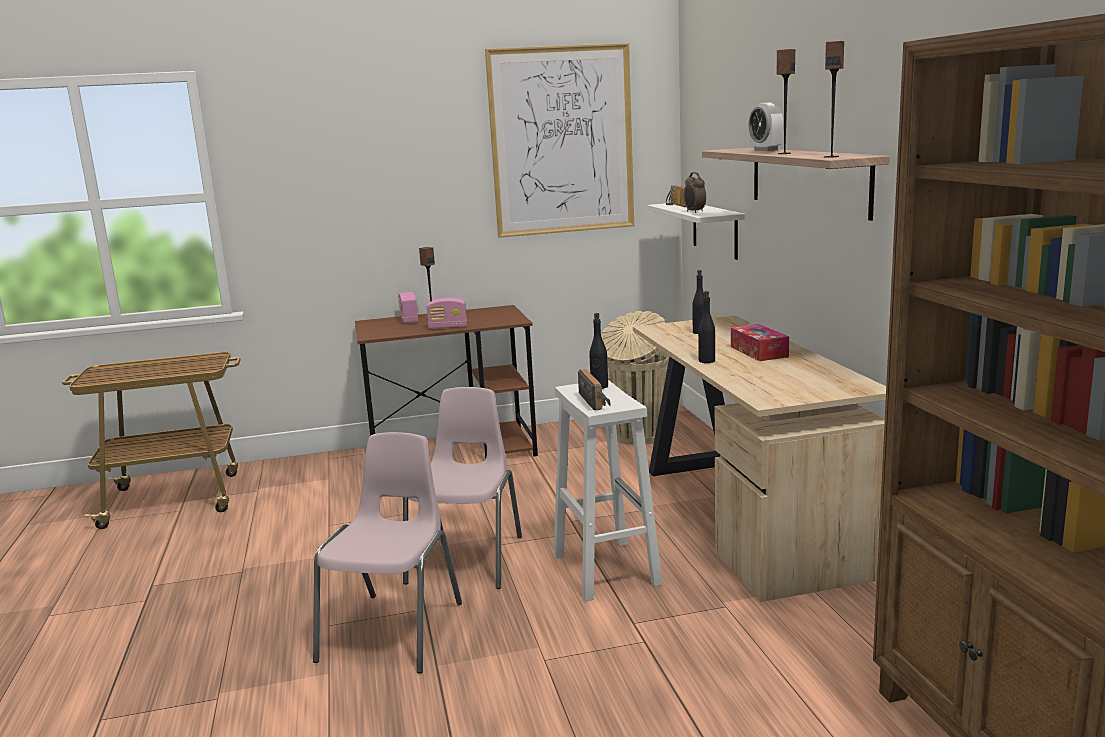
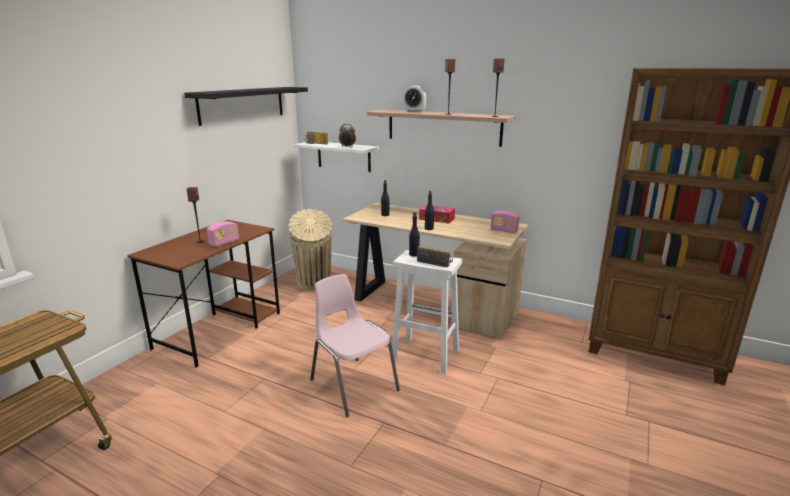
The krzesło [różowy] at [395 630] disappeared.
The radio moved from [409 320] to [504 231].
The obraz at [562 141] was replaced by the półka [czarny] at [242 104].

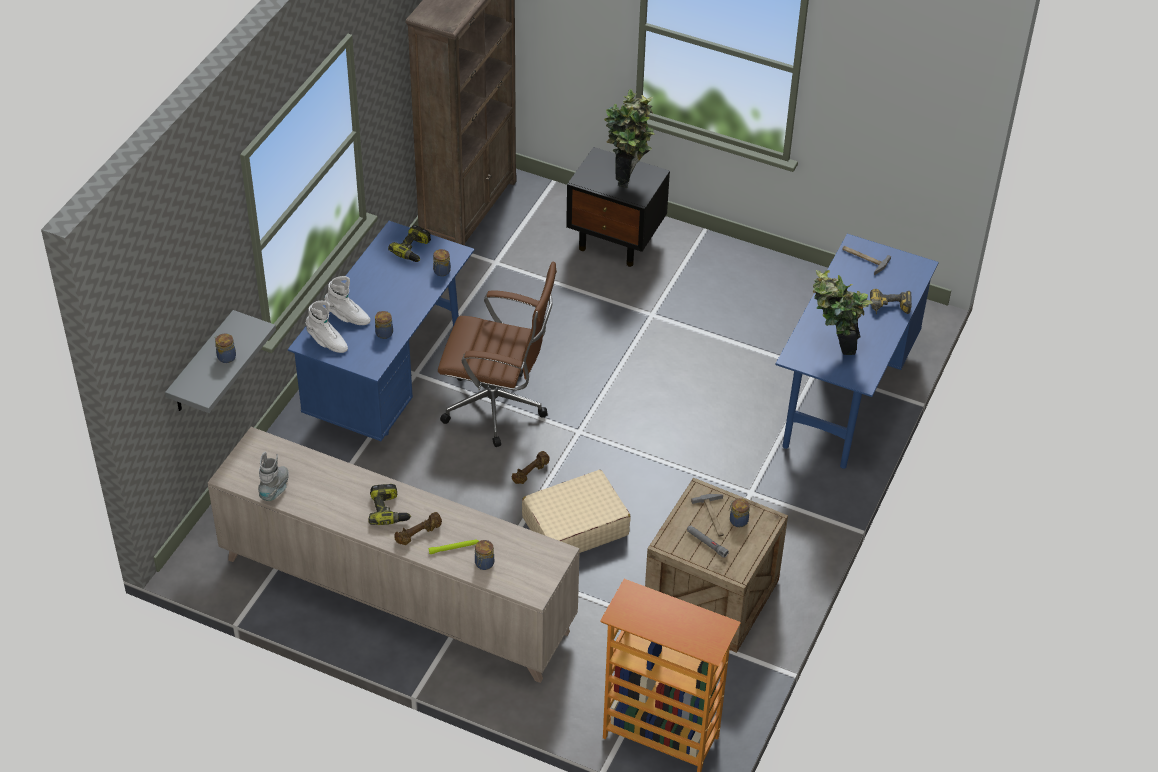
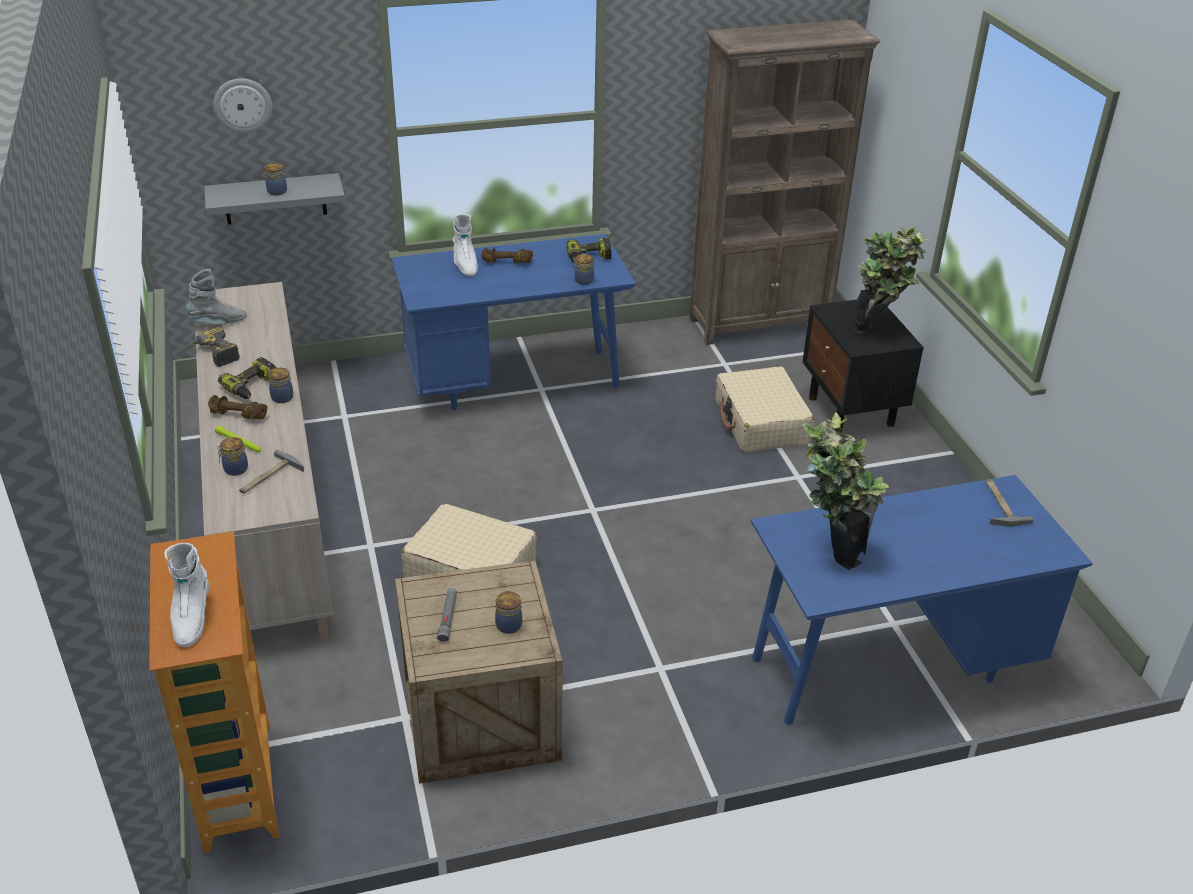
The but z cholewką [biały] moved from [327 342] to [191 618].
The słoik moved from [384 333] to [283 397].
The krzesło biurowe [brązowy] at [499 408] disappeared.
The hantel [brązowy] moved from [531 473] to [507 263].
The młotek moved from [714 517] to [268 477].
The wiertarka moved from [889 309] to [213 354].
The zegar ścienny at [242 105] appeared.
The walizka [beżowy] at [761 422] appeared.

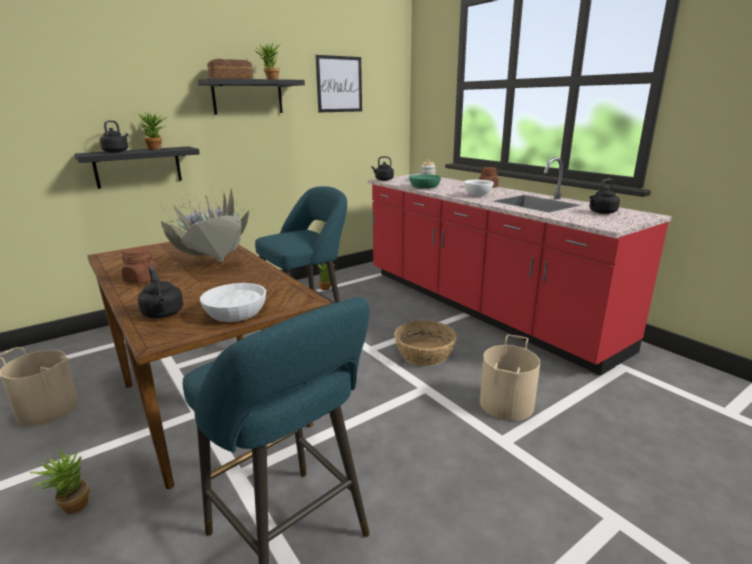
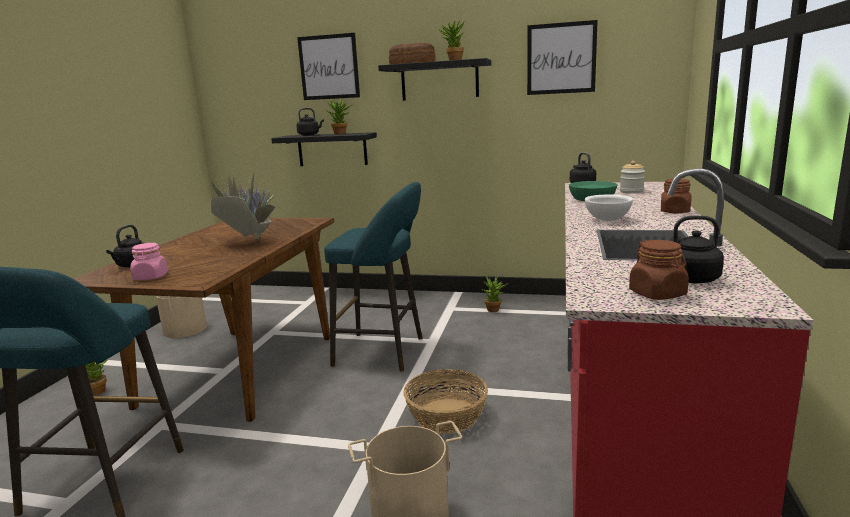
The słoik [brązowy] moved from [142 280] to [657 294].
The miska [biały] at [235 313] was replaced by the słoik [różowy] at [151 277].
The obraz at [329 67] appeared.

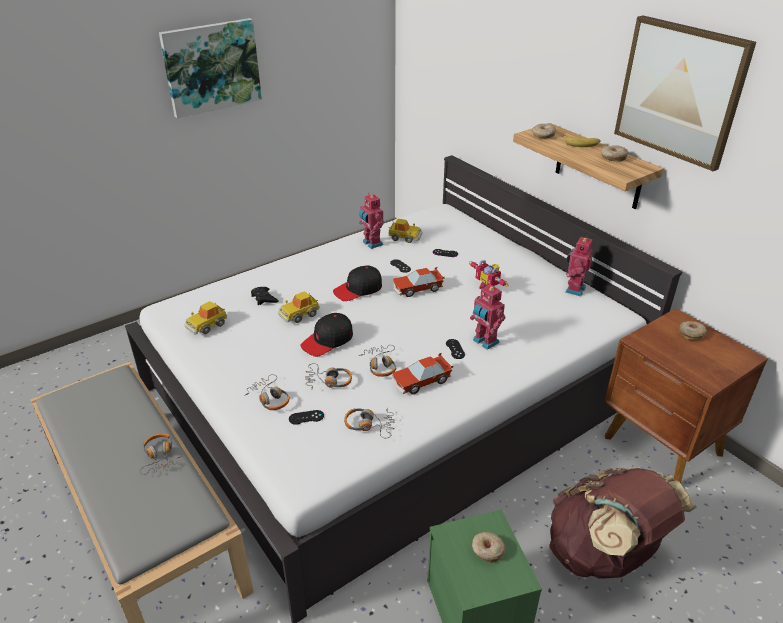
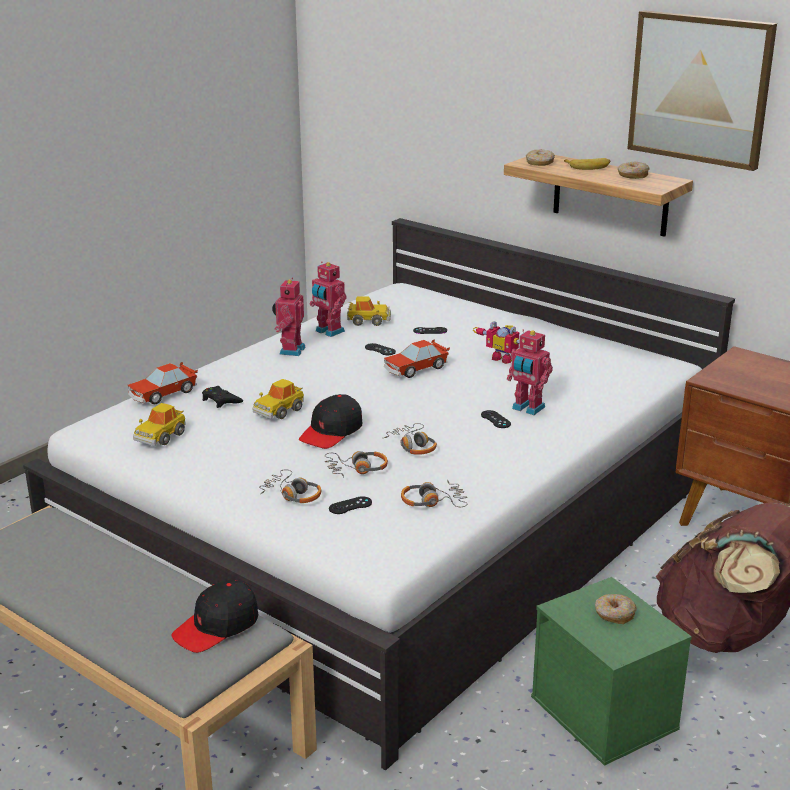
The słuchawki at [160 457] disappeared.
The obraz at [211 67] disappeared.
The czapka z daszkiem [czarny] moved from [358 289] to [217 626].
The samochodzik moved from [421 381] to [163 394].
The robot zabawkowy moved from [573 289] to [290 350].
The donut at [691 334] disappeared.

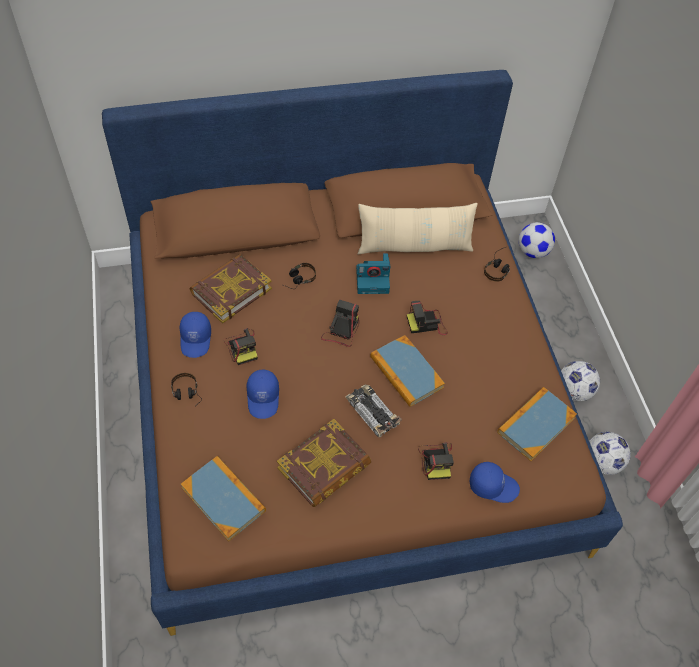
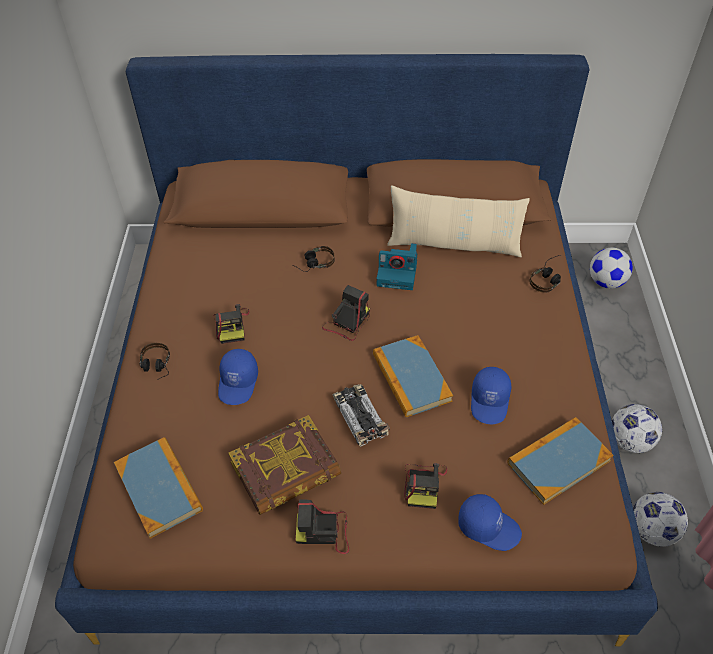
The czapka z daszkiem [niebieski] moved from [196 339] to [490 401].
The książka at [231 291] disappeared.
The aparat fotograficzny moved from [427 324] to [324 531].

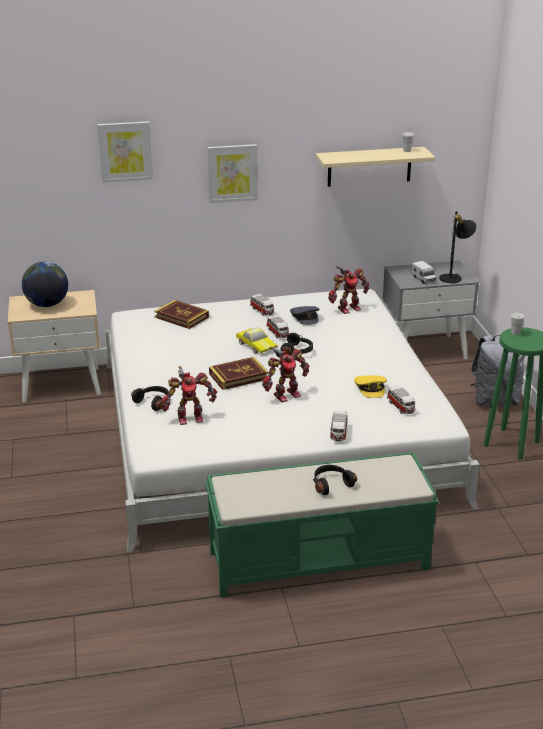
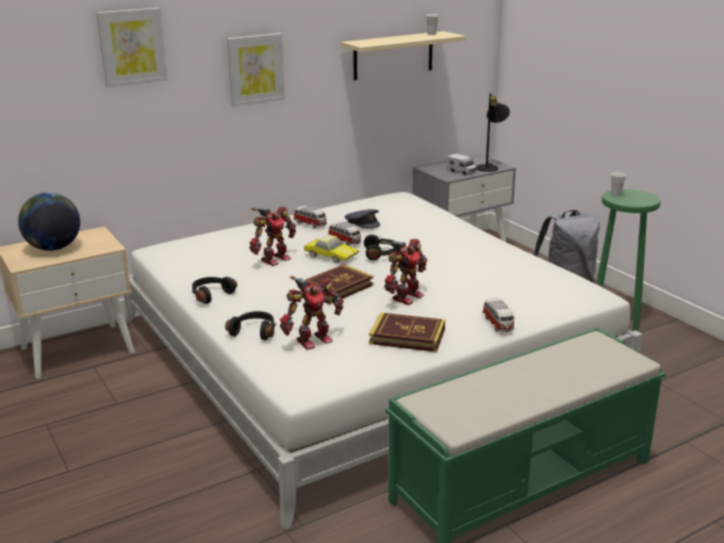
The książka moved from [181 317] to [407 336].
The słuchawki [czarny] moved from [331 484] to [211 295].
The robot zabawkowy moved from [348 308] to [274 259].
The czapka z daszkiem [żółty] at [370 388] disappeared.
The samochodzik at [401 407] disappeared.

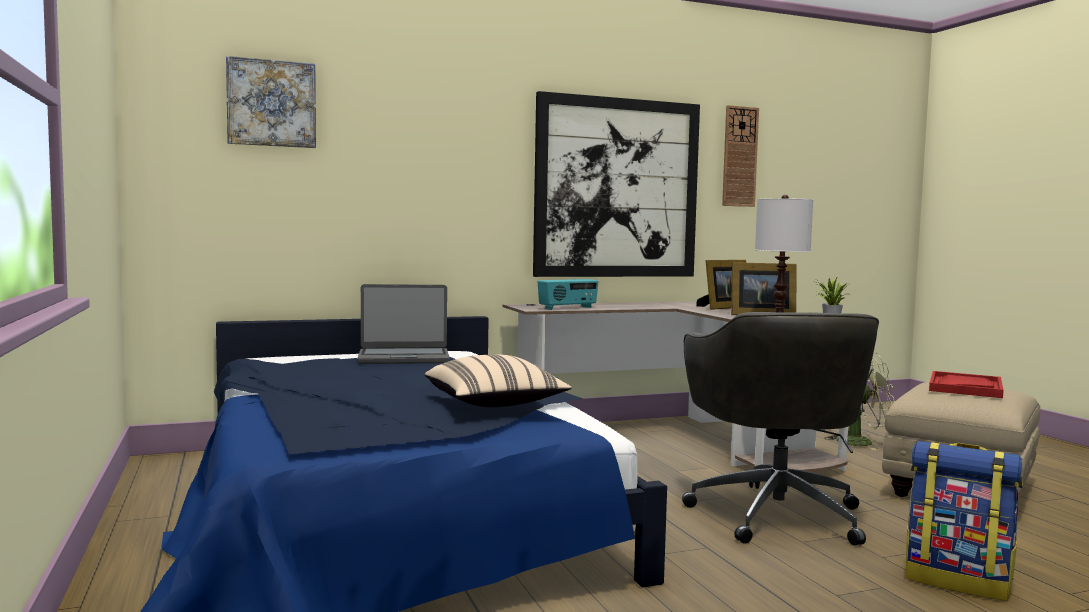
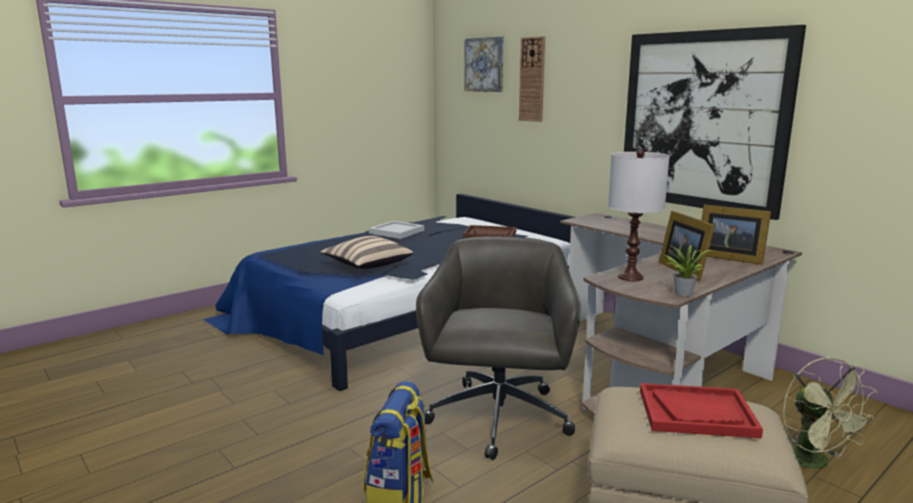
The laptop at [403 358] was replaced by the taca [brązowy] at [490 235].
The radio at [568 308] disappeared.
The krzesło biurowe [szary] at [775 513] turned 120 degrees clockwise.
The zegar ścienny moved from [739 156] to [532 79].
The taca [biały] at [395 232] appeared.

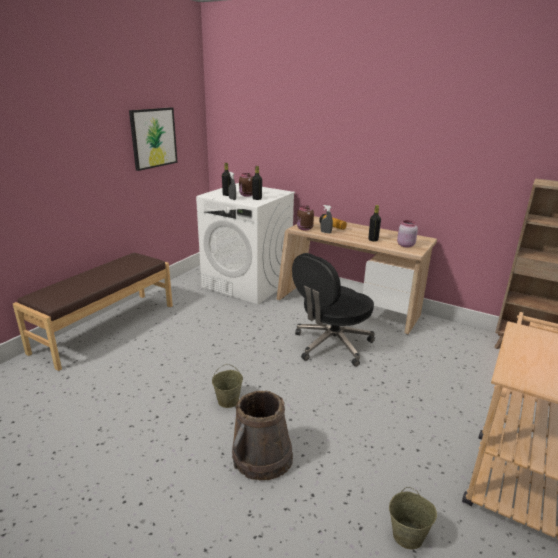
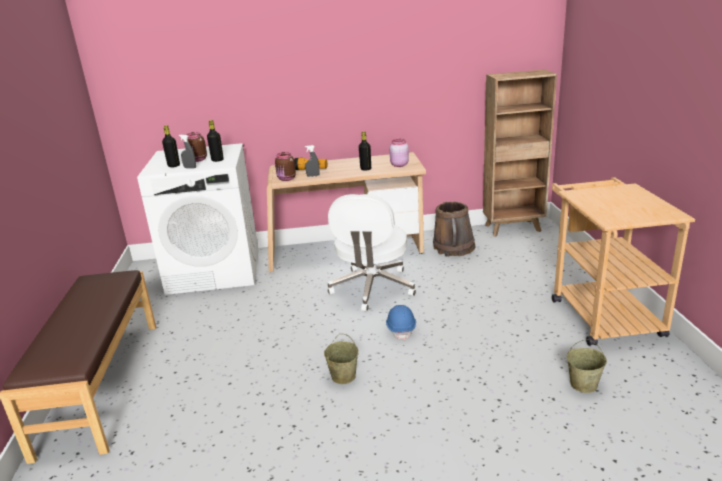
The obraz at [153 138] disappeared.
The wiadro [brązowy] moved from [262 457] to [453 248].
The krzesło biurowe [czarny] at [331 345] became the krzesło biurowe [biały] at [372 289].
The kask [niebieski] at [401 328] appeared.

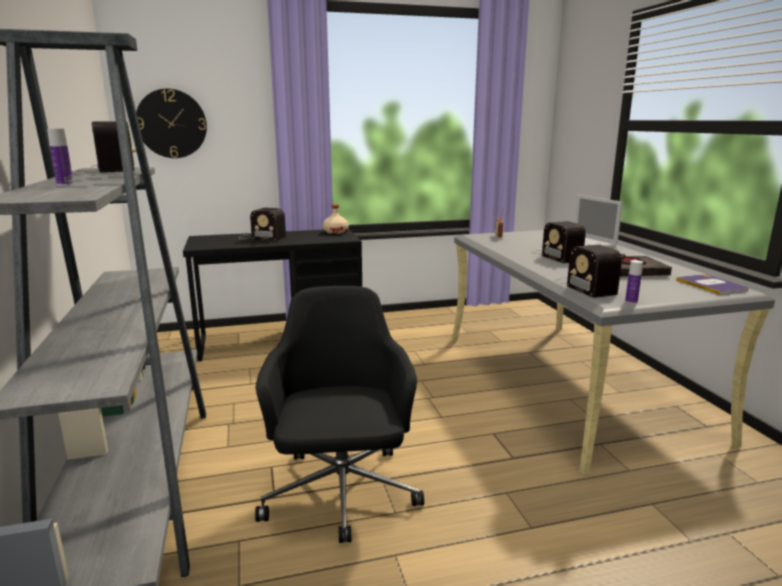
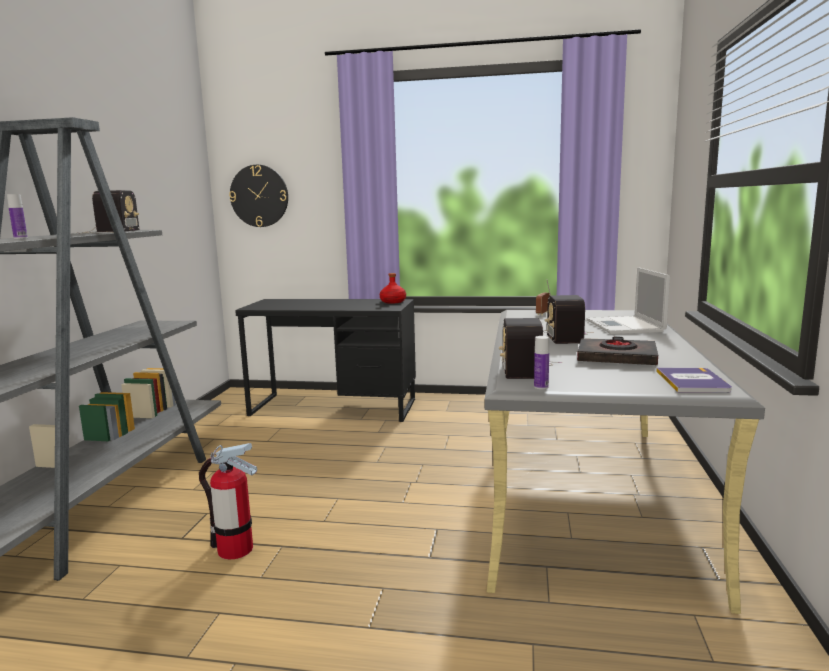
The radio at [261 237] disappeared.
The krzesło biurowe [czarny] at [341 494] was replaced by the gaśnica at [234 549].
The butelka [beżowy] at [335 232] became the butelka [czerwony] at [393 302].

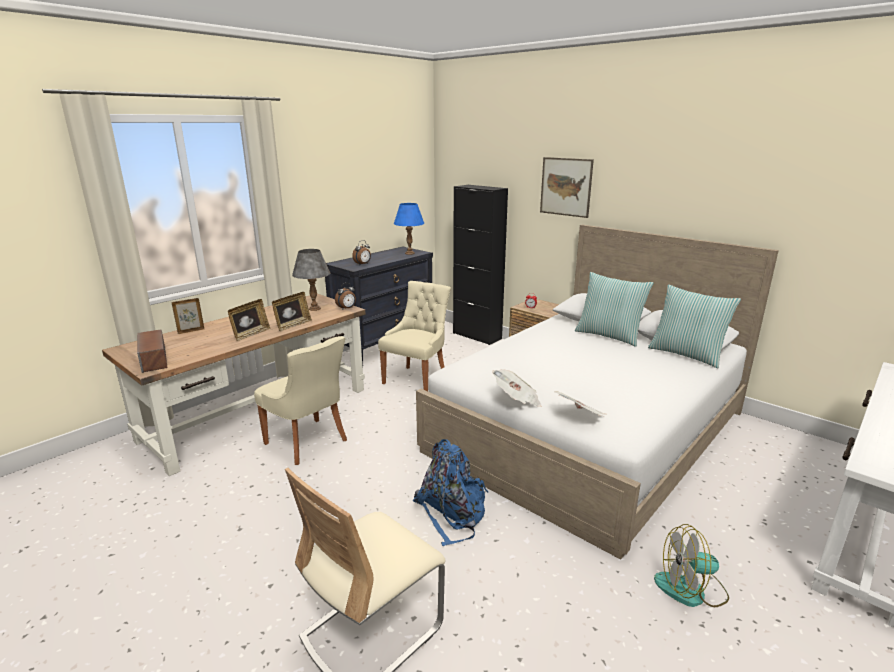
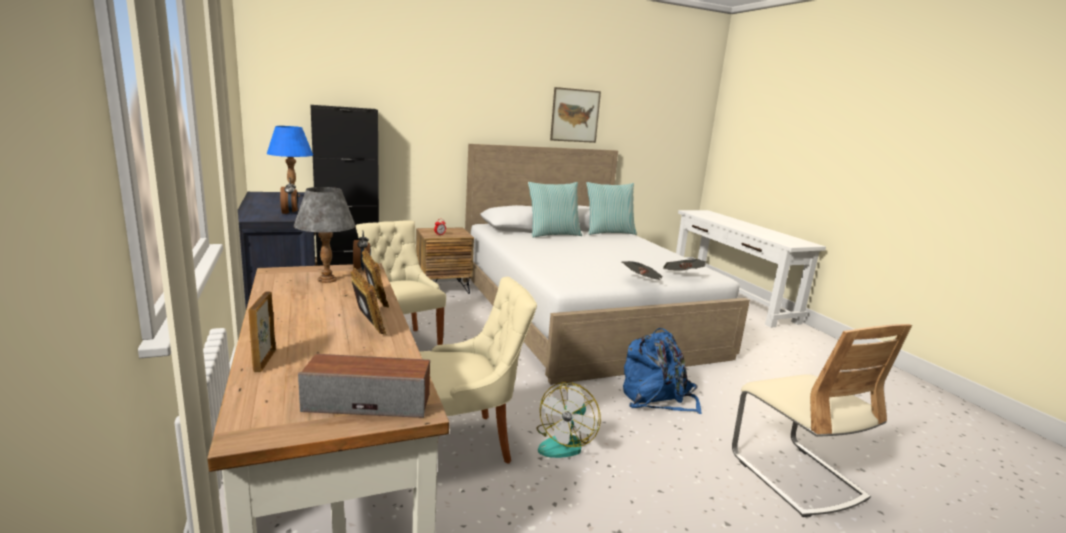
The obraz moved from [566 187] to [575 115].
The wentylator moved from [691 589] to [564 442].

